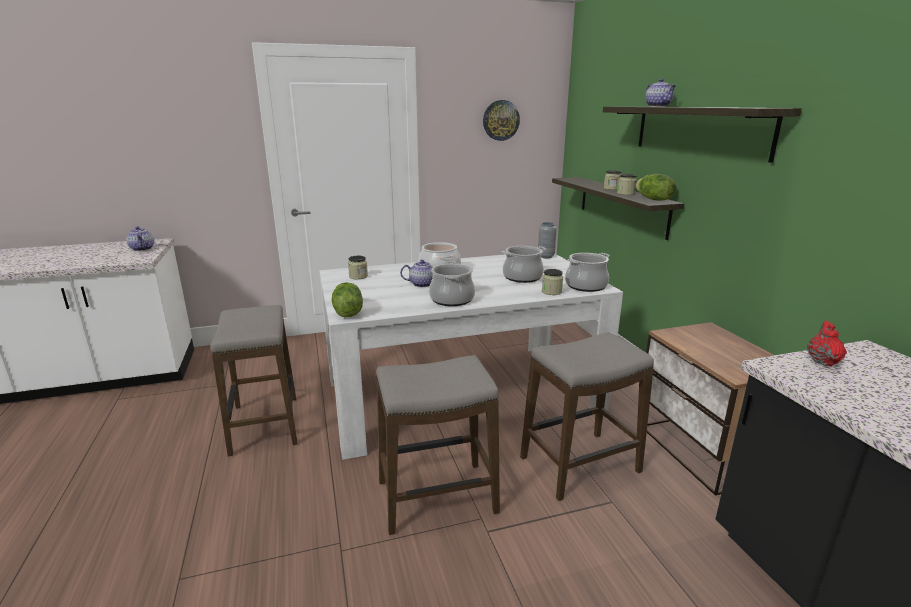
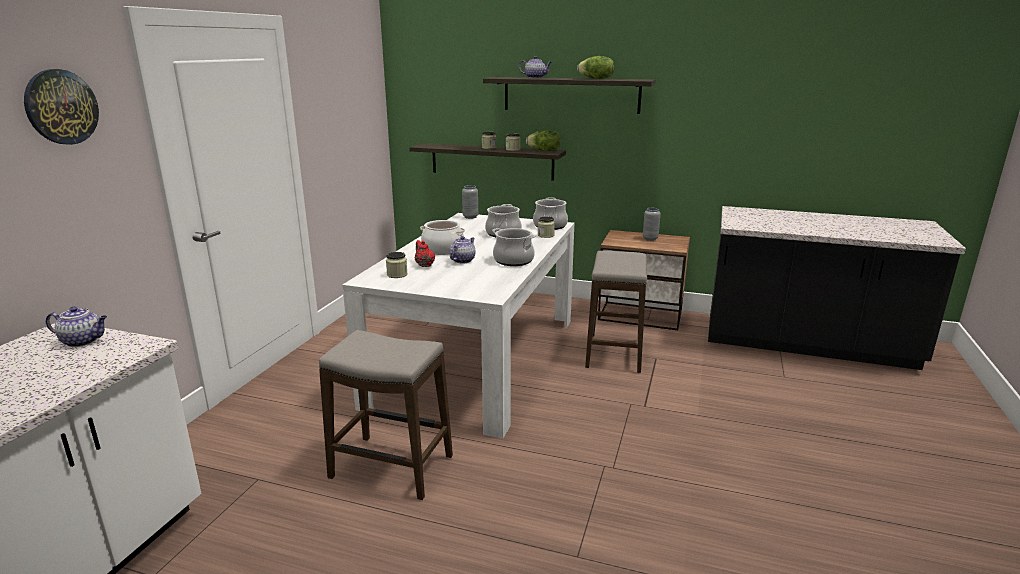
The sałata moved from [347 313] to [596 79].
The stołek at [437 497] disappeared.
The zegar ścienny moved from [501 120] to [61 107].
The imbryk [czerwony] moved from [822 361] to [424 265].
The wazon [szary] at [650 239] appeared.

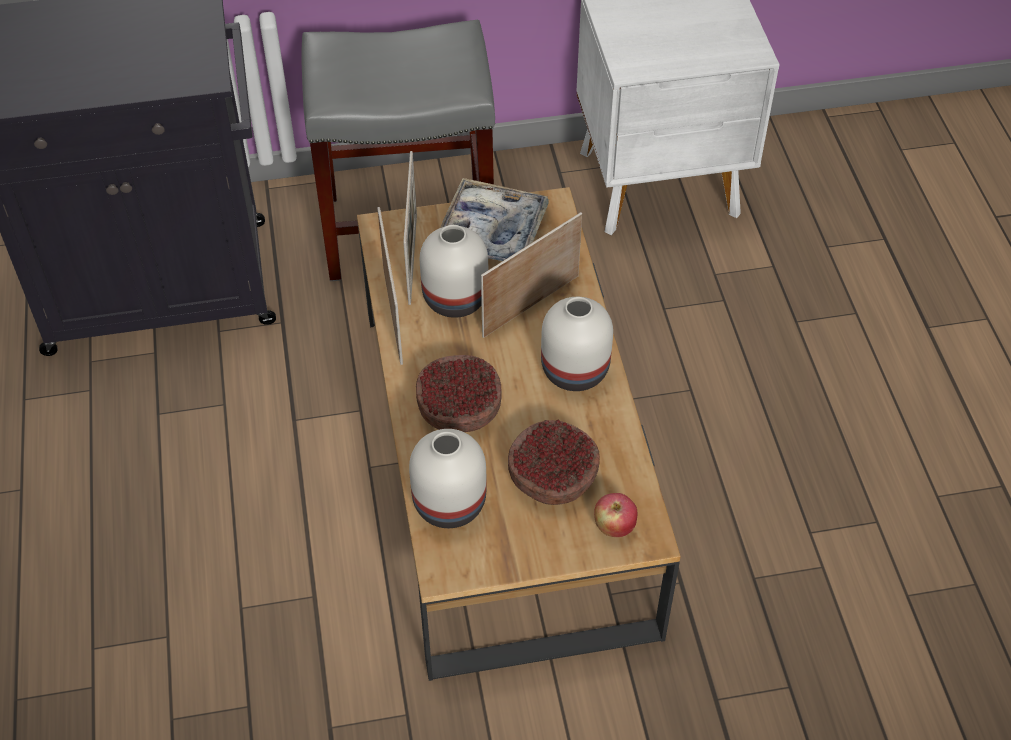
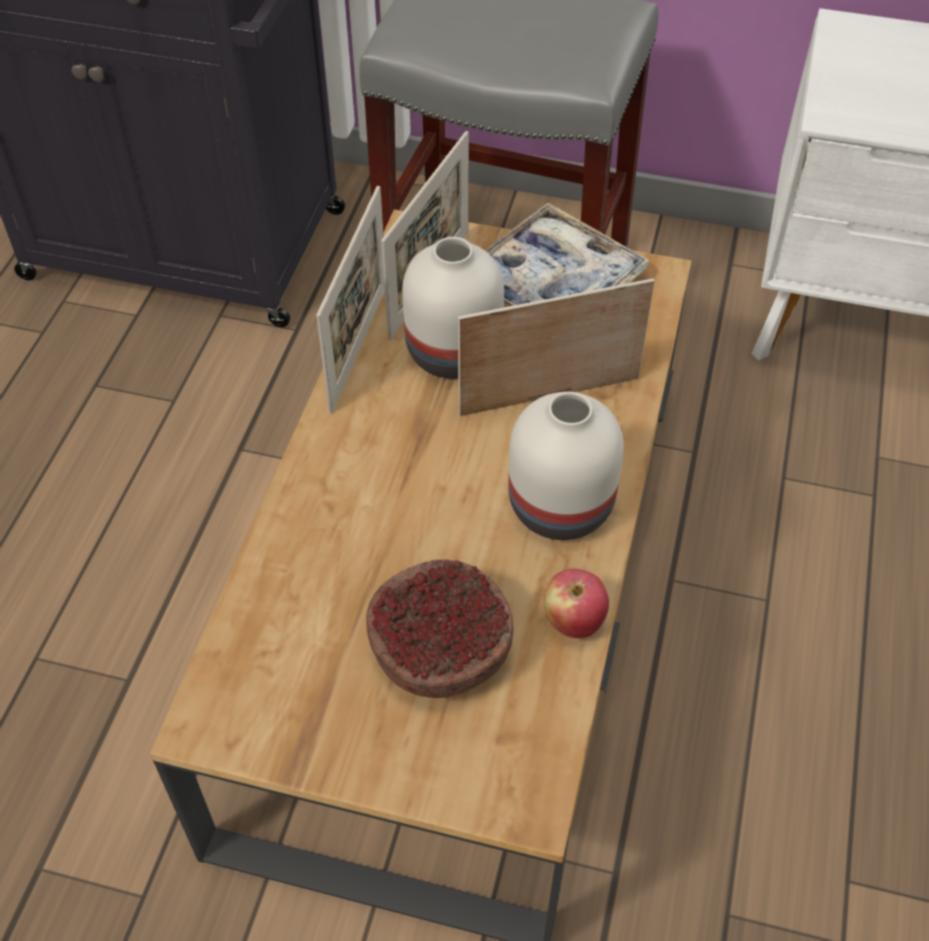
The wazon [biały] at [447 503] disappeared.
The miska at [460 409] disappeared.
The jabłko moved from [614 527] to [573 621].

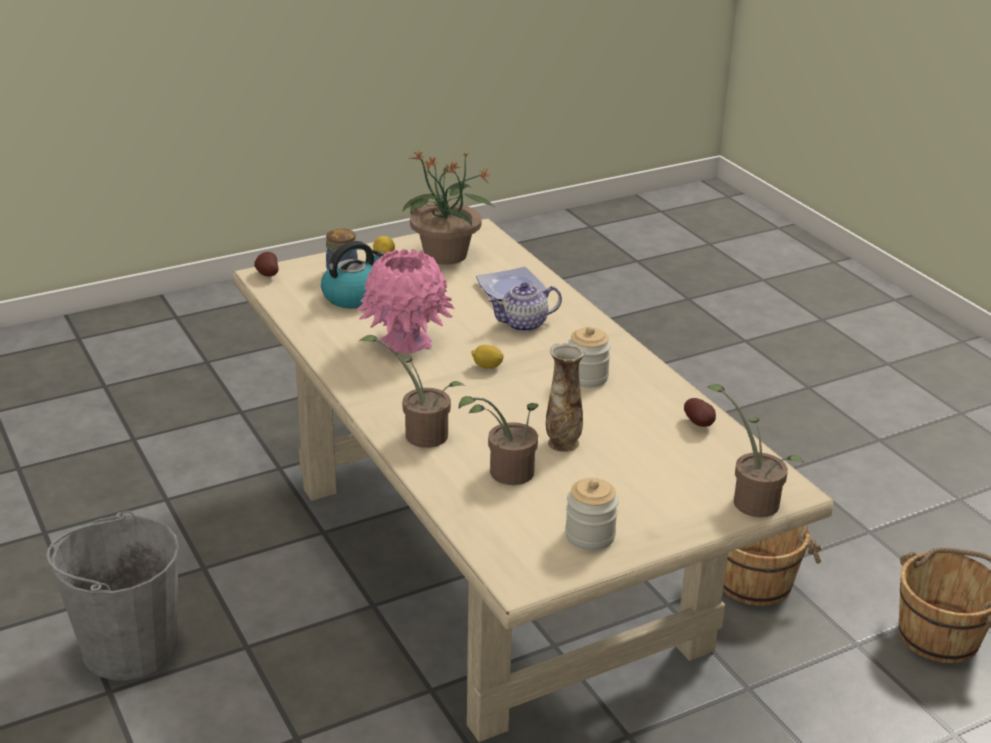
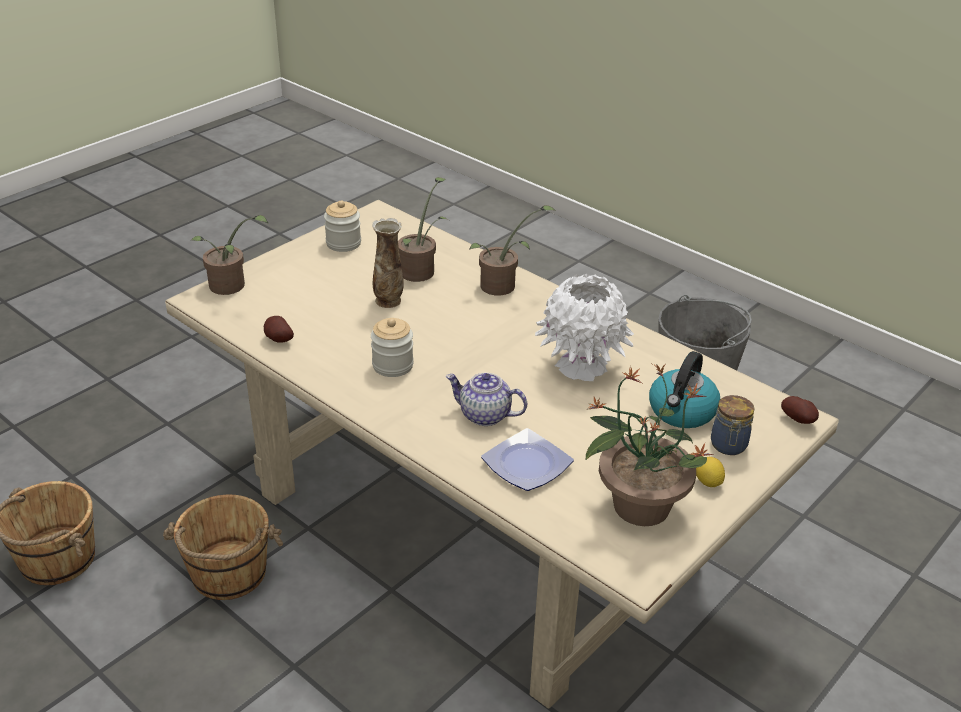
The wazon [różowy] at [406 343] became the wazon [biały] at [581 366].
The cytryna at [487 367] disappeared.
The imbryk at [523 324] turned 120 degrees counterclockwise.

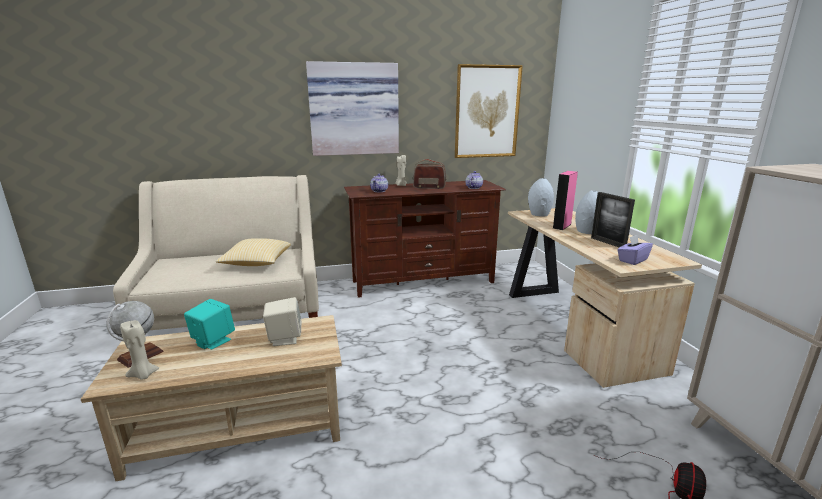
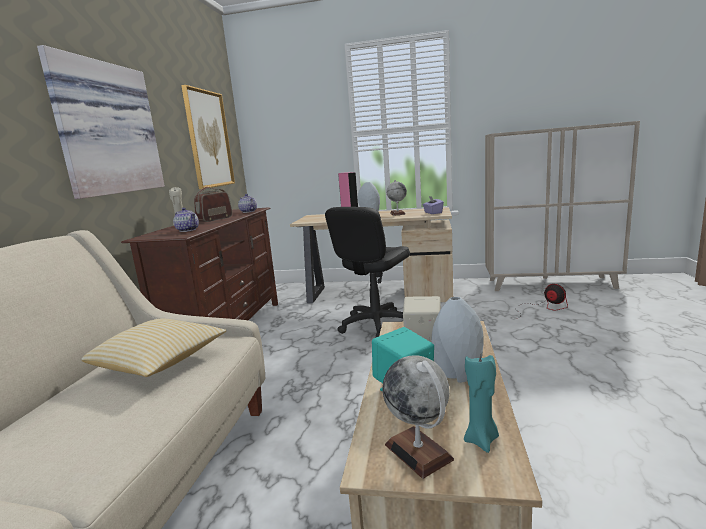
The świeca [beżowy] at [143 375] became the świeca [turkusowy] at [481 440].
The wazon [szary] moved from [539 214] to [457 373].
The ramka na zdjęcie at [608 243] was replaced by the globus at [397 213].
The krzesło biurowe [czarny] at [375 325] appeared.

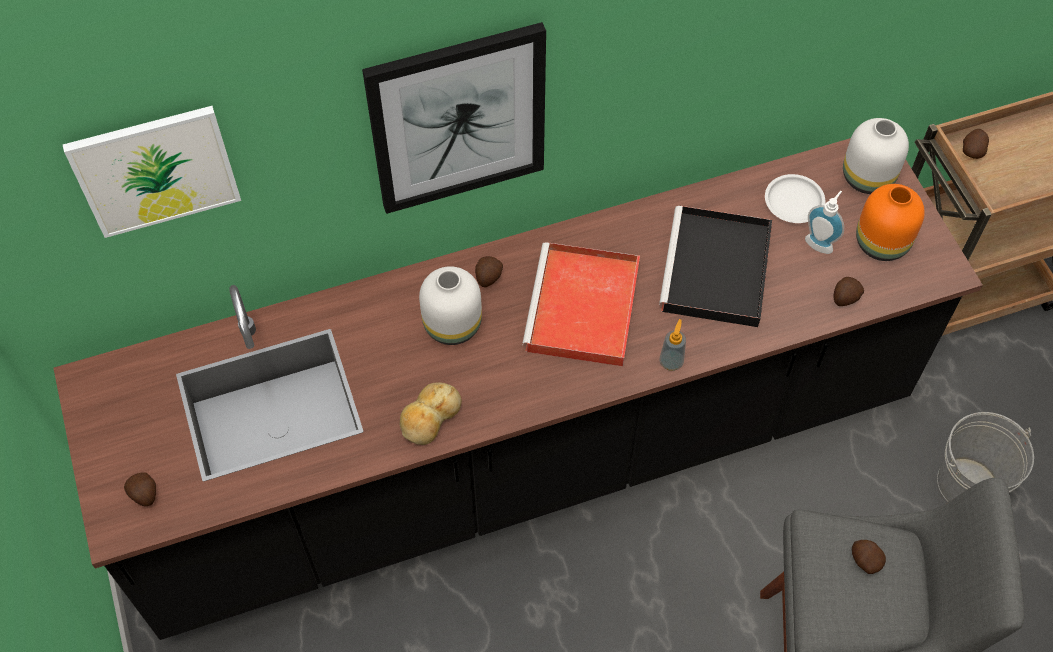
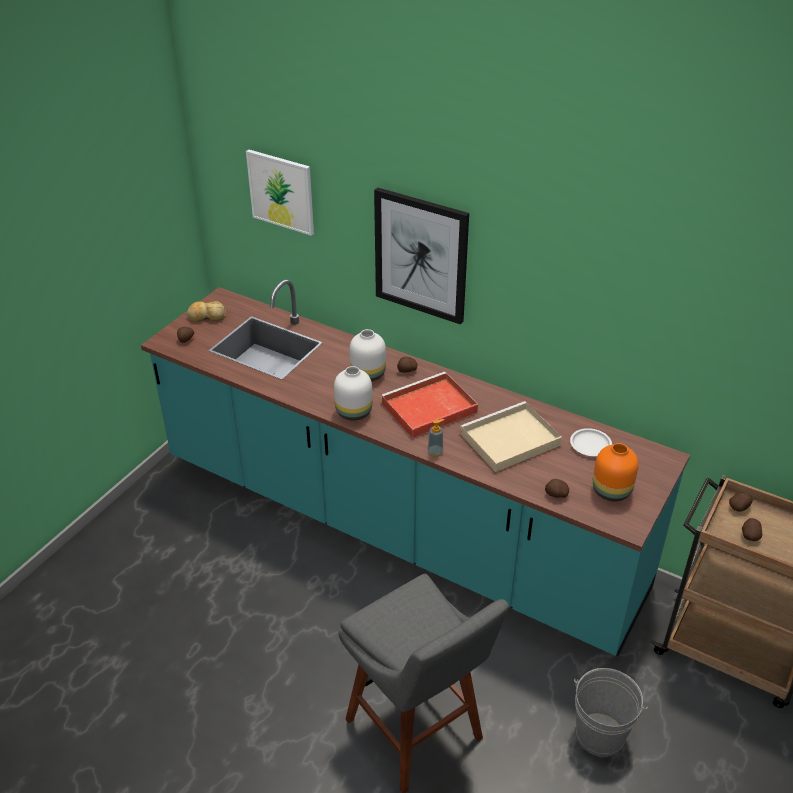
The zabudowa kuchenna [czarny] at [526 456] became the zabudowa kuchenna [turkusowy] at [396 525].
The chleb moved from [429 418] to [206 316].
The taca [czarny] at [717 272] became the taca [beżowy] at [509 440].
The dozownik mydła at [820 242] disappeared.
The wazon [biały] moved from [866 176] to [354 411].
The ziemniak moved from [864 560] to [749 535].

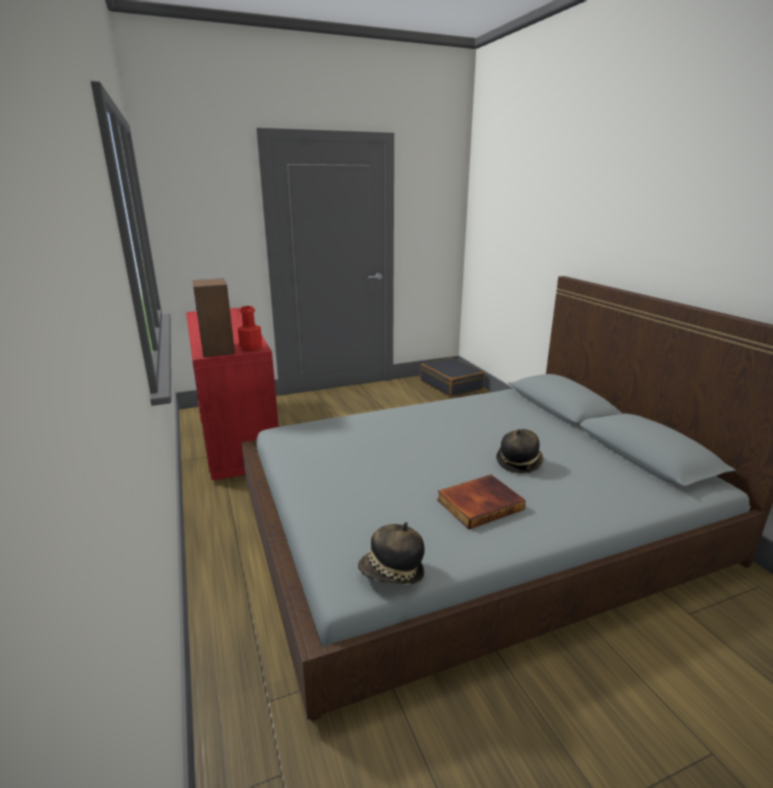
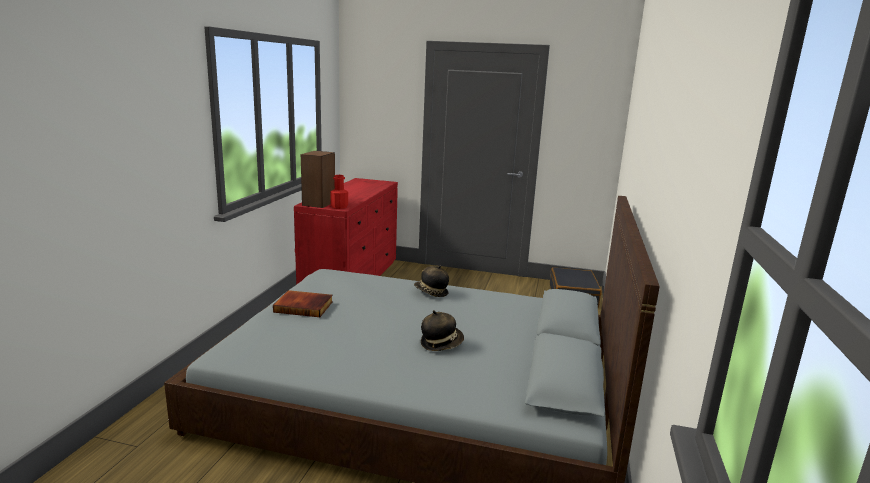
The kapelusz moved from [392 573] to [431 293].
The książka moved from [479 503] to [304 306].

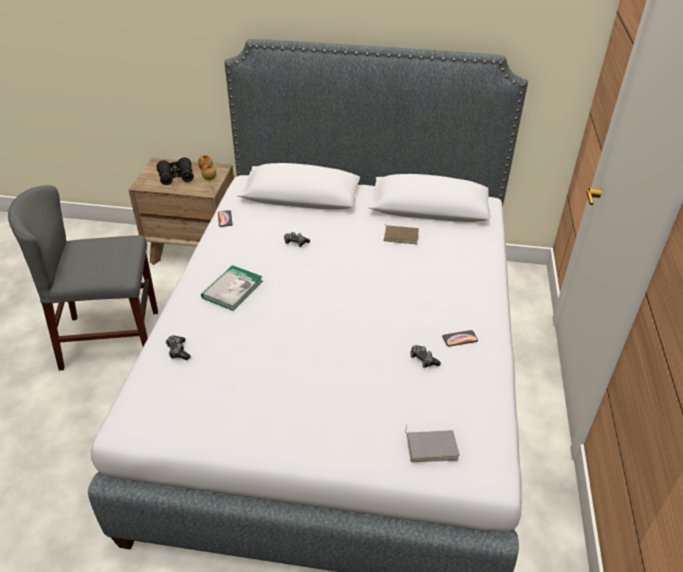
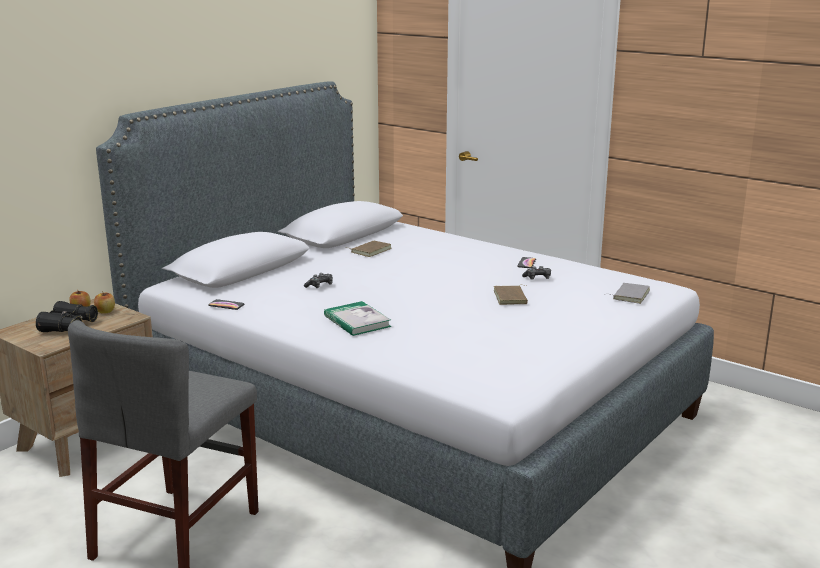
The pad do gier at [178 351] disappeared.
The książka [brązowy] at [511 298] appeared.

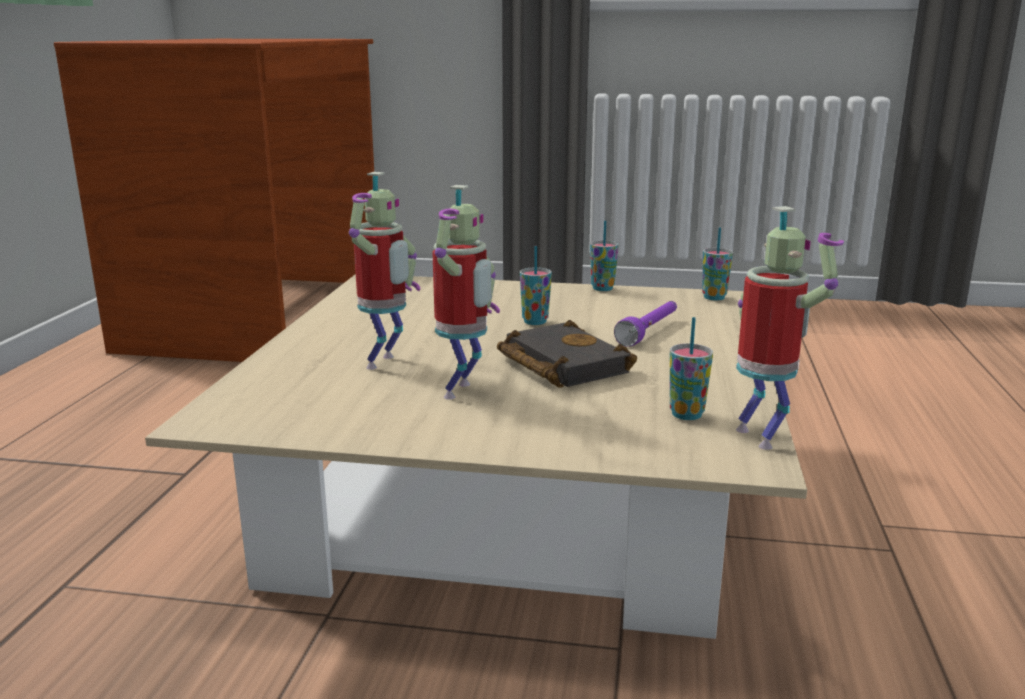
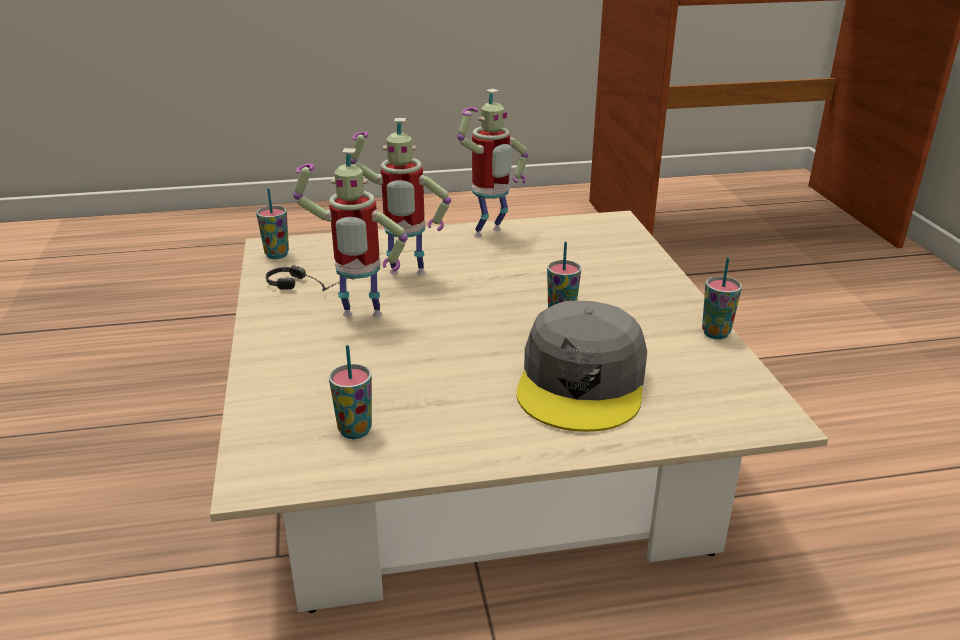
The książka [czarny] at [559 364] disappeared.
The latarka [fioletowy] at [649 332] was replaced by the czapka z daszkiem [szary] at [582 382].
The filiżanka moved from [714 297] to [277 255].
The robot zabawkowy moved from [762 437] to [490 234].
The słuchawki at [313 287] appeared.

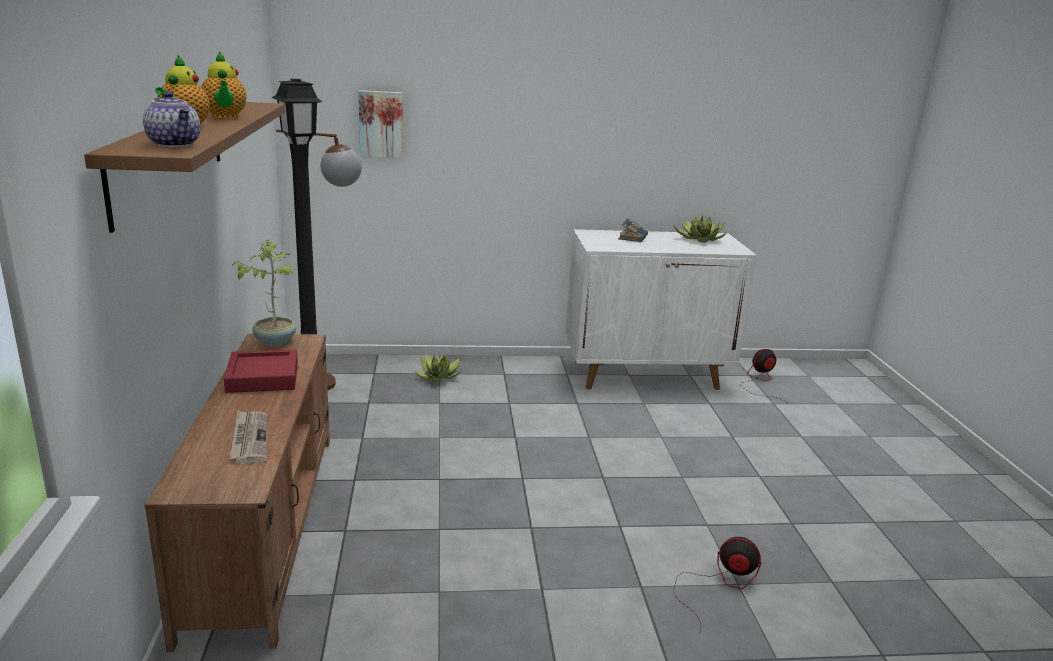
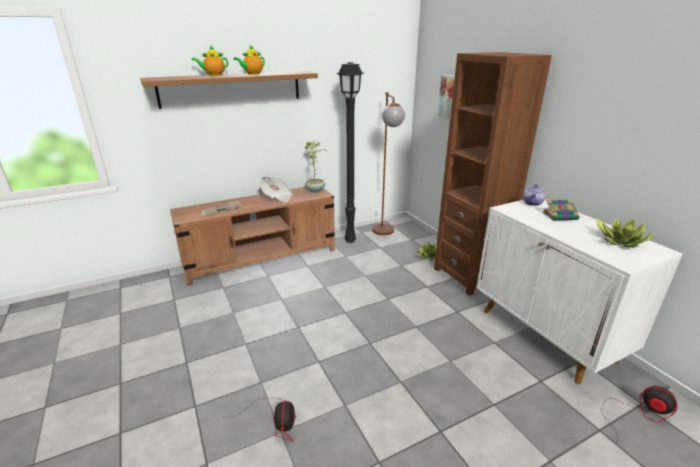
The imbryk moved from [176 144] to [532 203].
The taca [czerwony] at [263 377] was replaced by the gazeta at [277 197].
The regał [brązowy] at [468 275] appeared.

